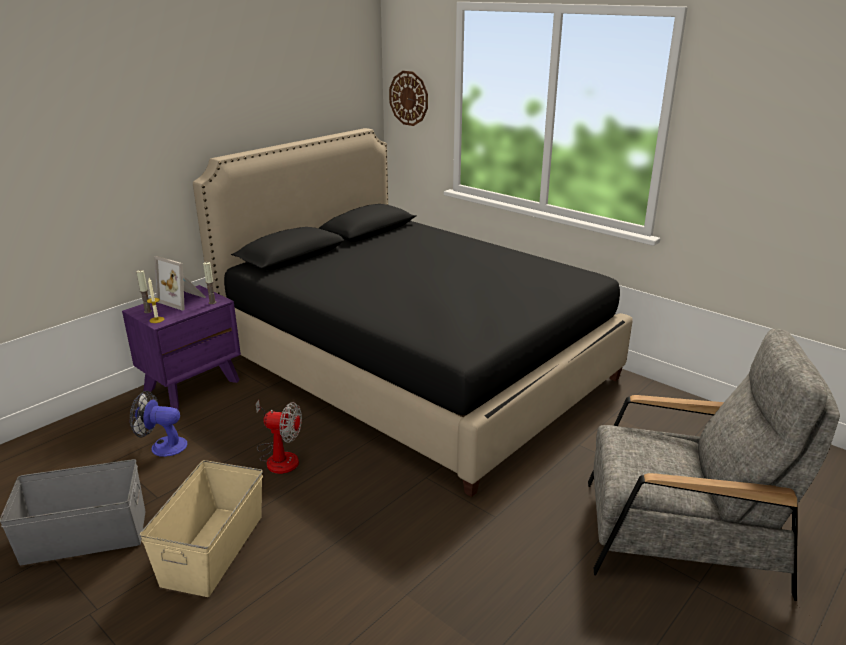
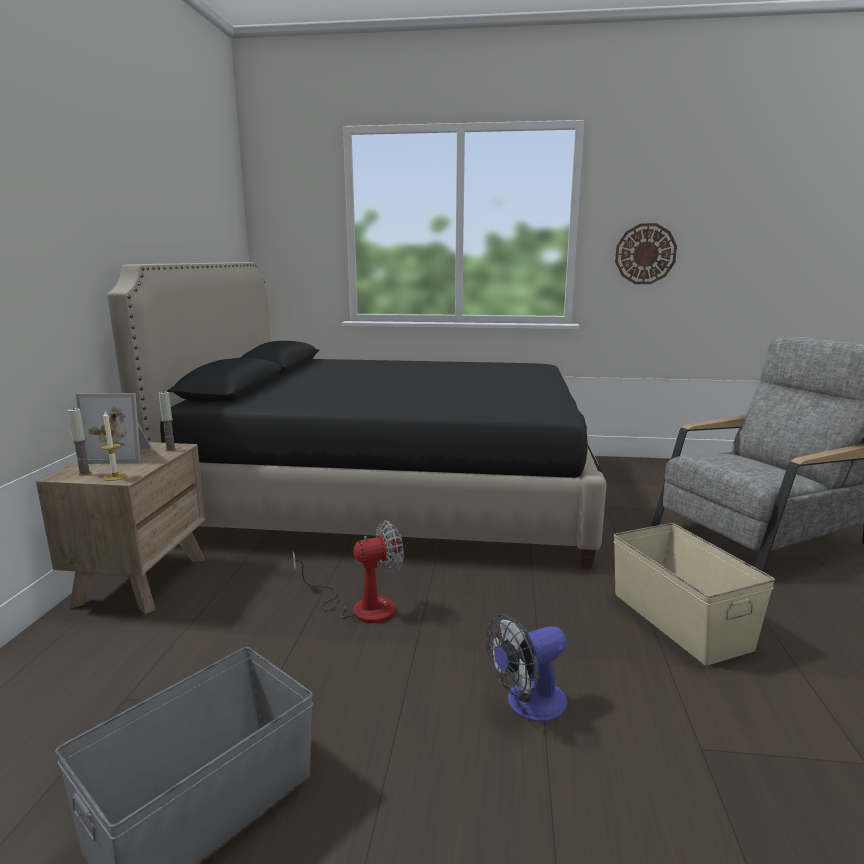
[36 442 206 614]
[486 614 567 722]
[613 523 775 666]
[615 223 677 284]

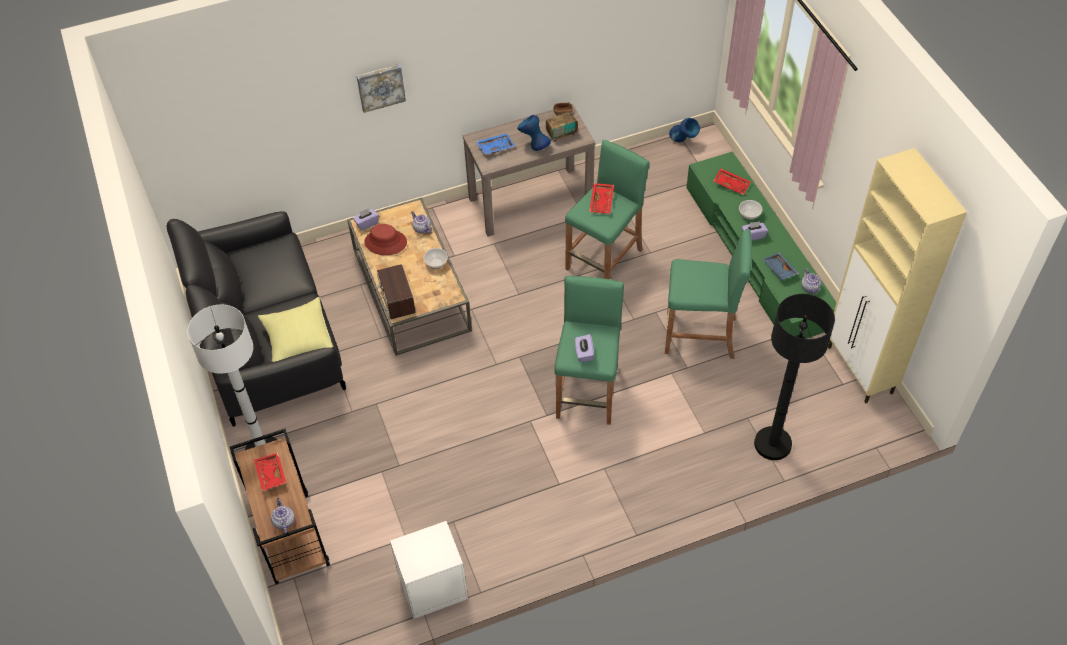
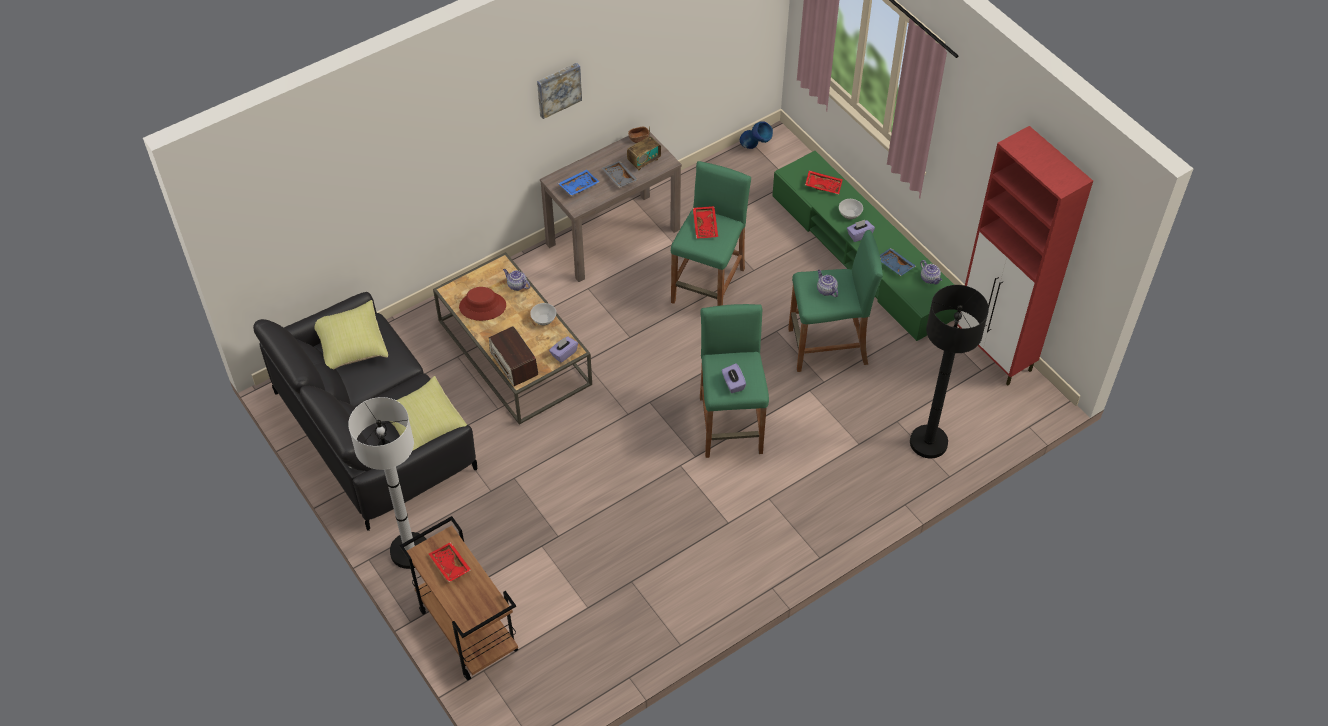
[314 300 388 369]
[537 63 582 119]
[549 336 578 363]
[602 161 638 188]
[817 270 838 297]
[957 126 1093 385]
[390 521 468 619] (first image)

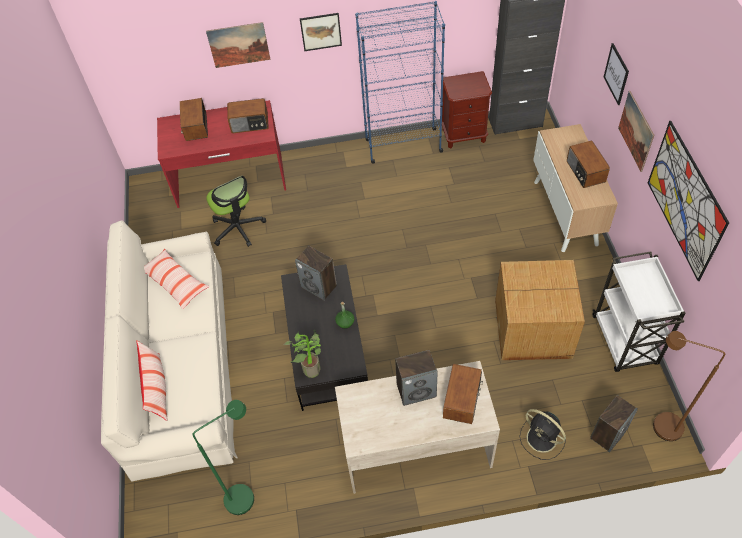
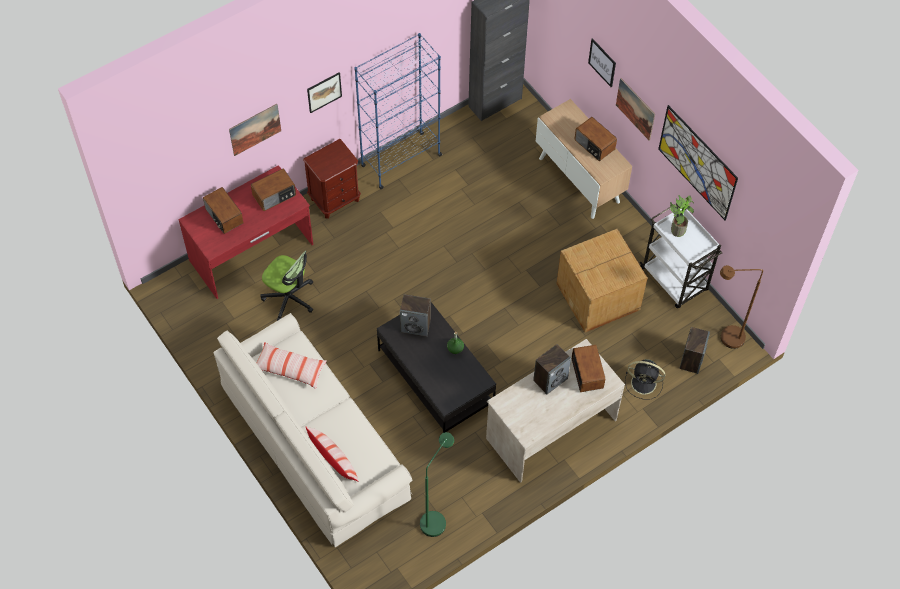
[303 139 361 219]
[670 195 694 237]

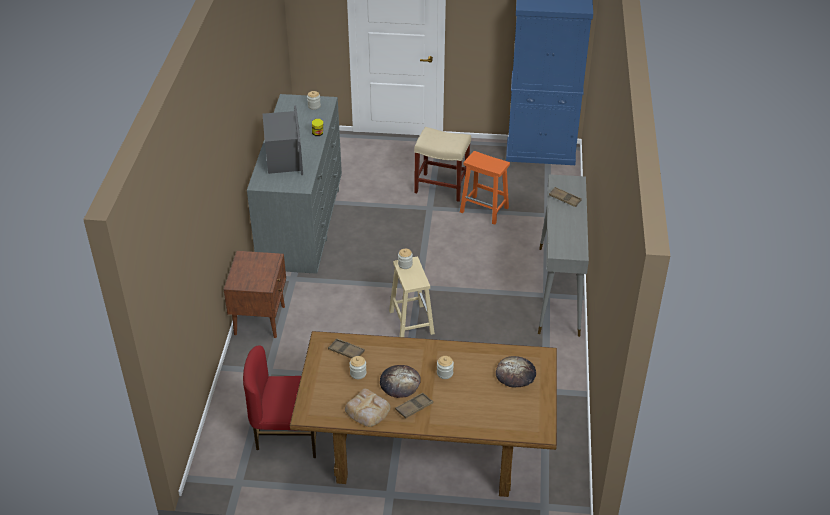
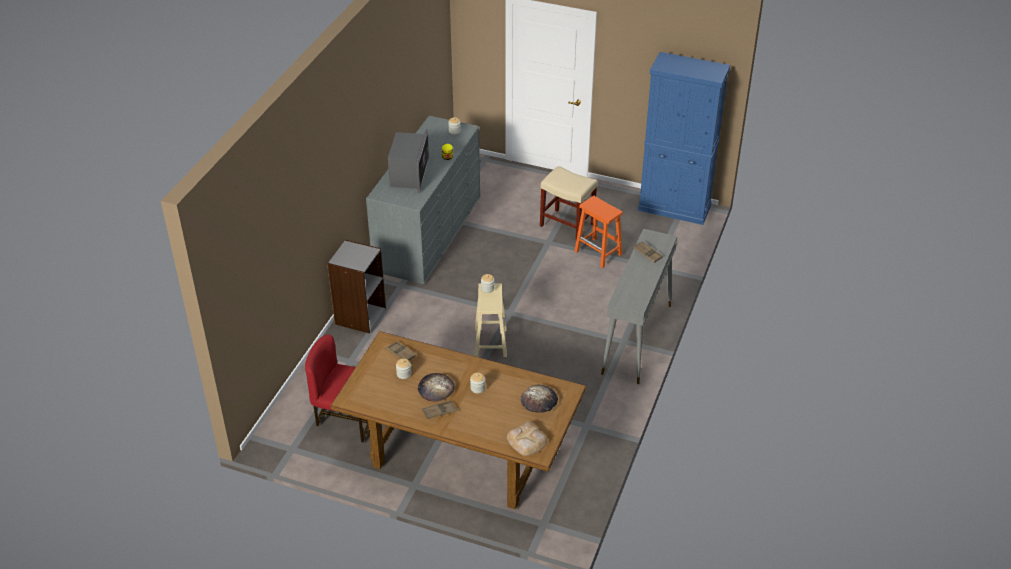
[327 240 386 333]
[507 421 548 456]

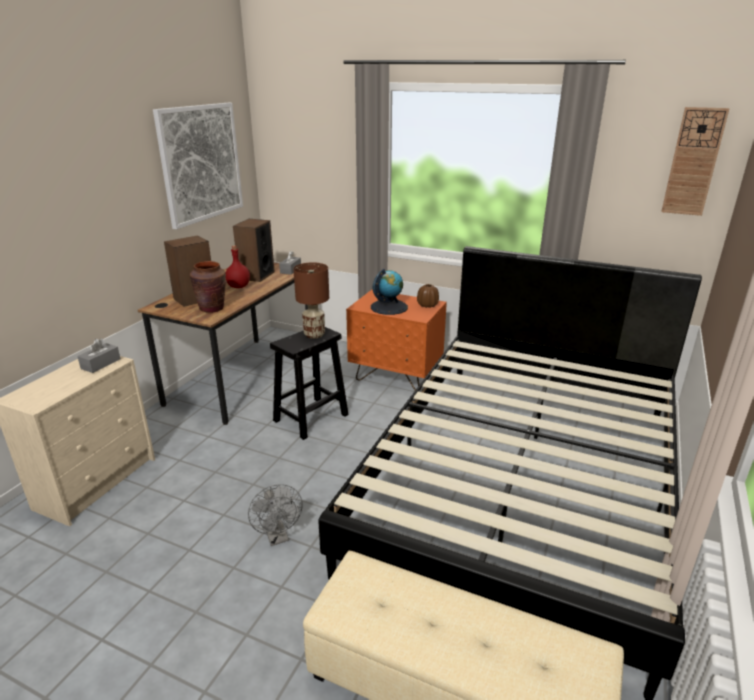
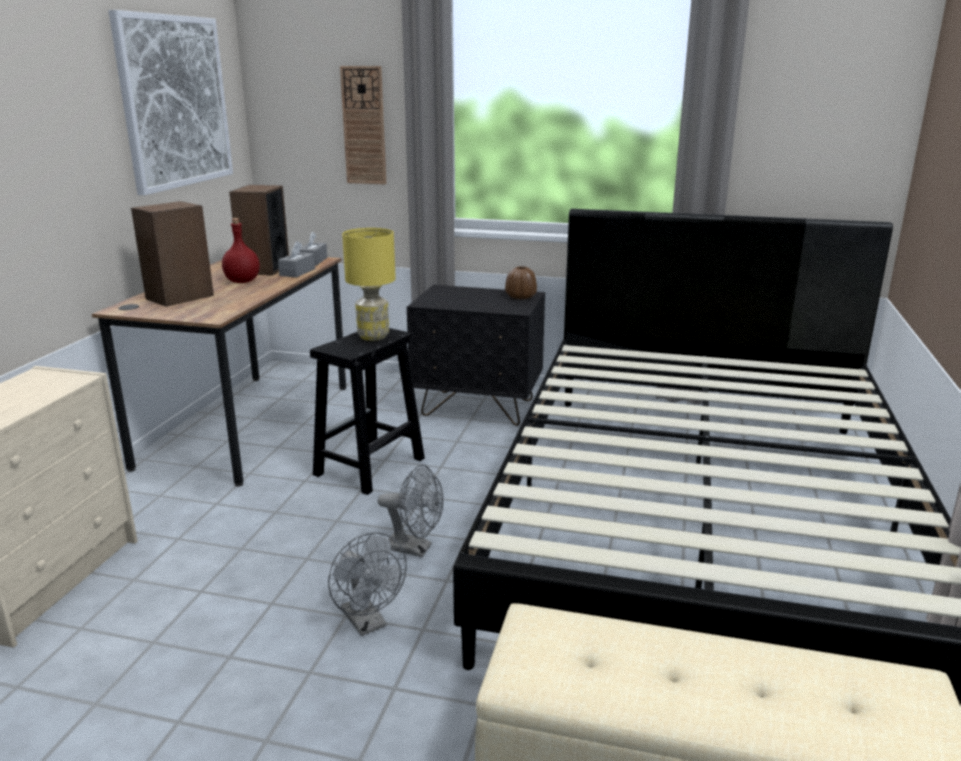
[278 241 315 278]
[340 66 386 184]
[342 228 396 341]
[378 464 443 557]
[407 285 545 426]
[190 261 226 313] (first image)
[371 269 408 315] (first image)

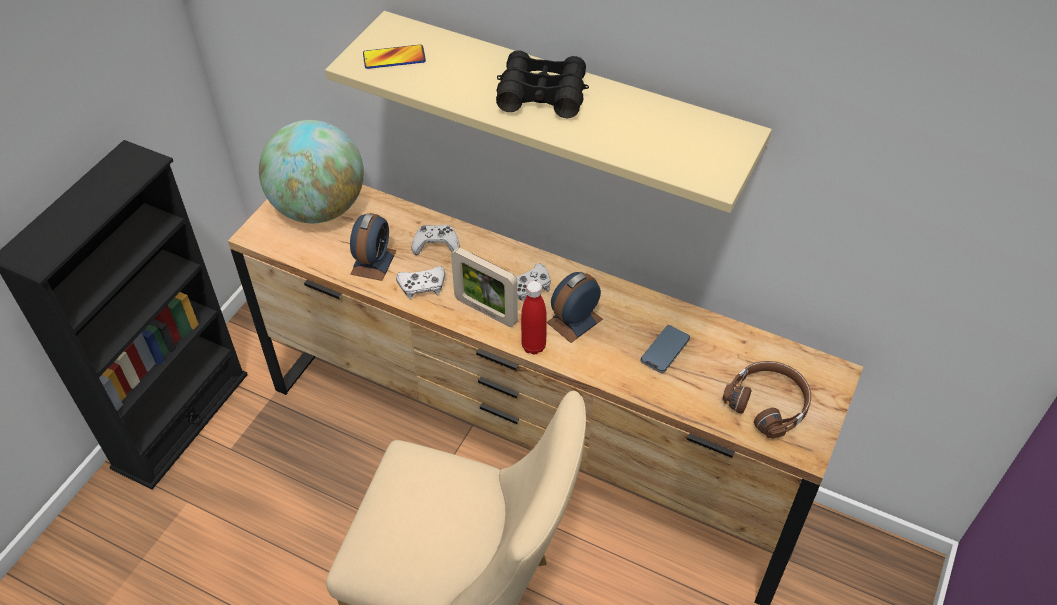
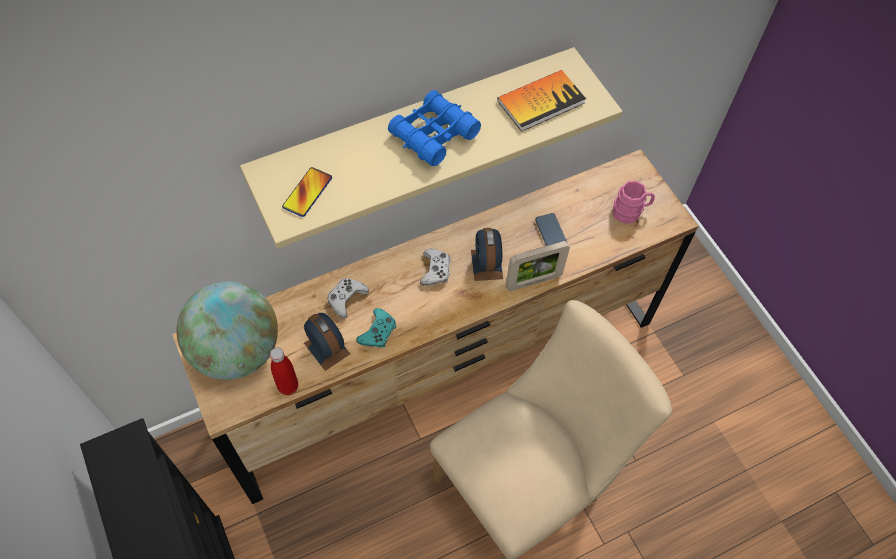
[270 347 298 395]
[356 308 396 348]
[388 90 481 166]
[497 70 586 132]
[506 241 570 291]
[613 181 655 224]

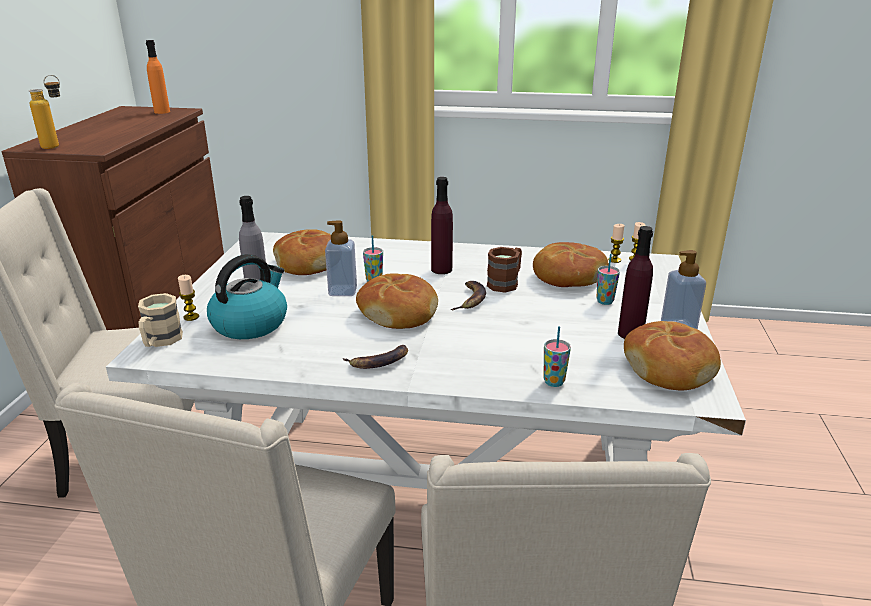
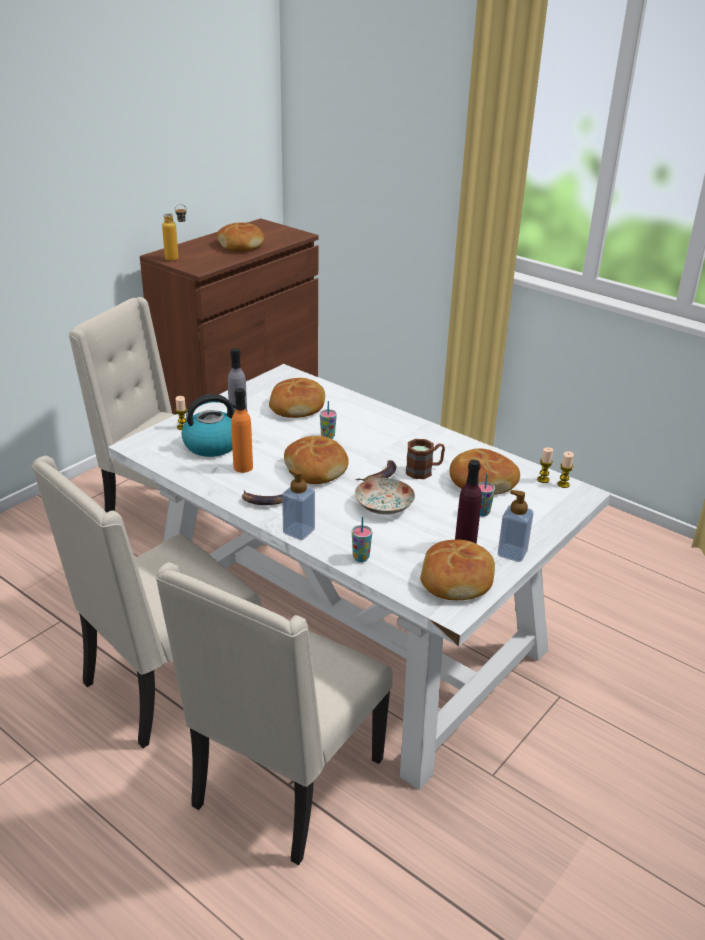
[217 222 264 252]
[231 388 253 473]
[282 469 315 540]
[355 478 415 515]
[138 293 183 347] (first image)
[431 177 453 274] (first image)

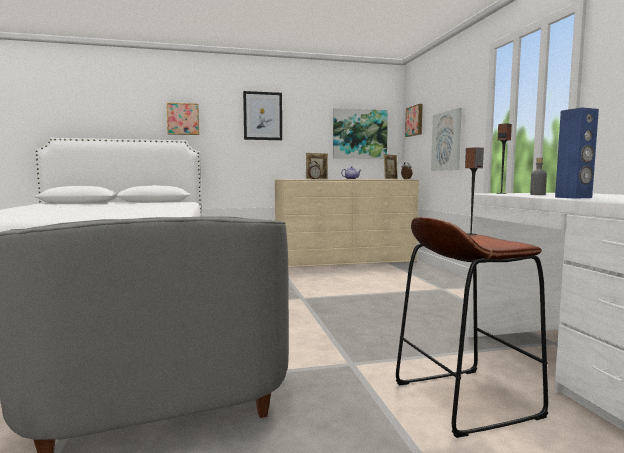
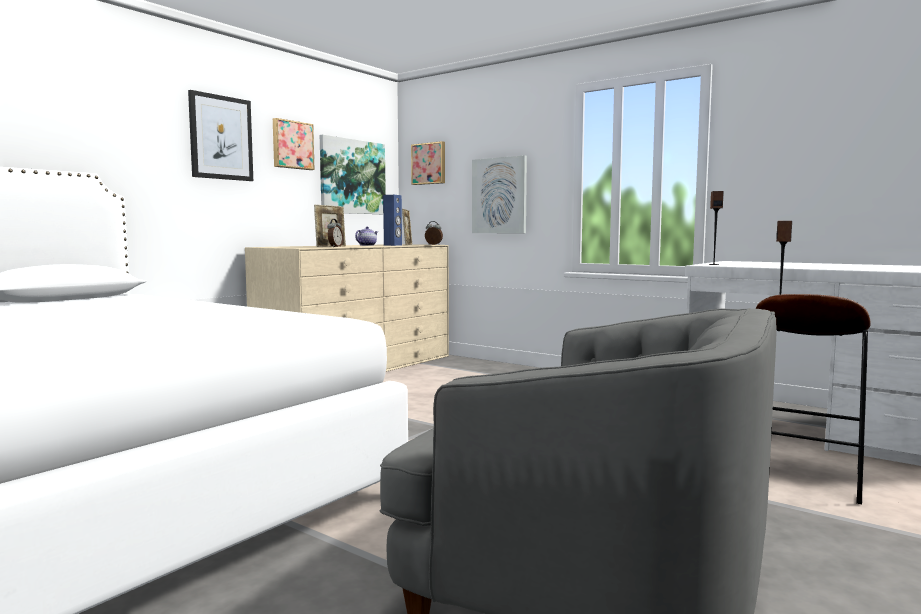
[273 118 315 170]
[383 195 402 246]
[530 158 547 195] (first image)

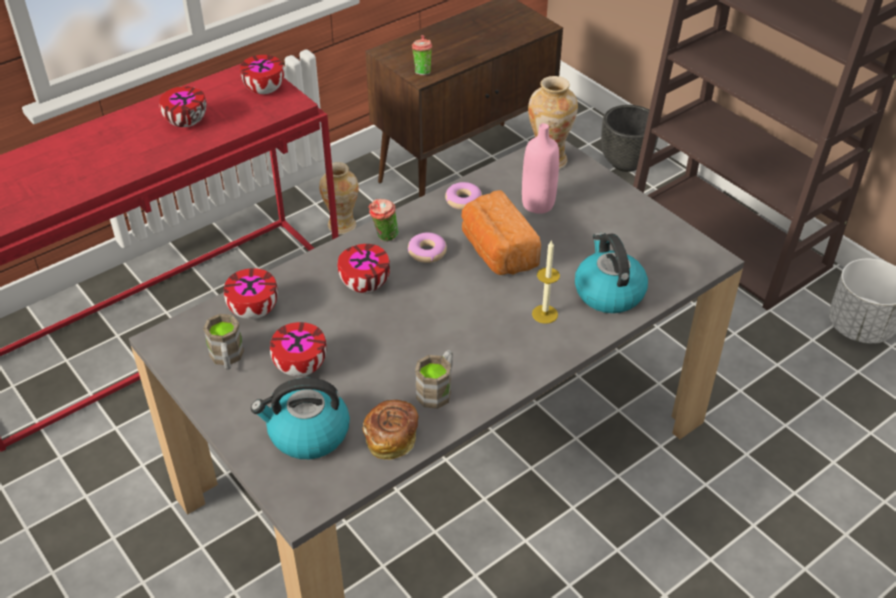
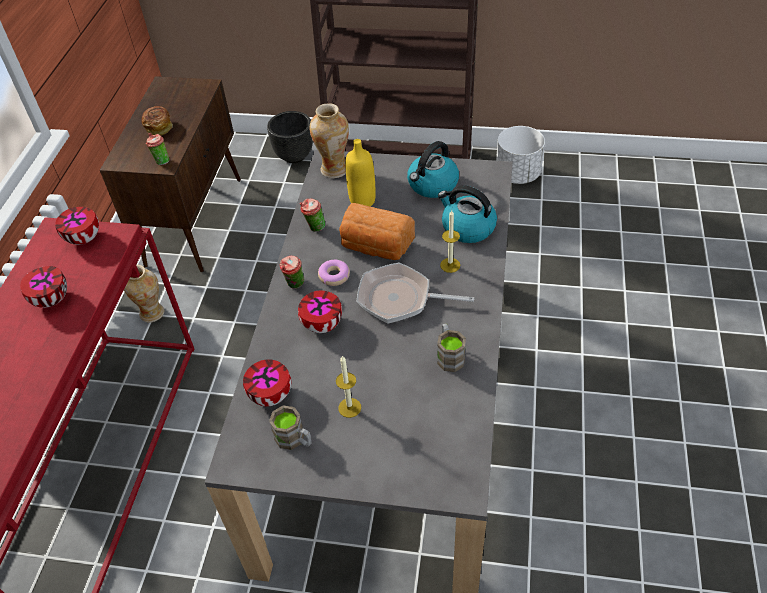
[141 106 173 136]
[300 198 326 232]
[336 356 361 418]
[345 139 376 206]
[357 263 474 323]
[407 141 459 198]

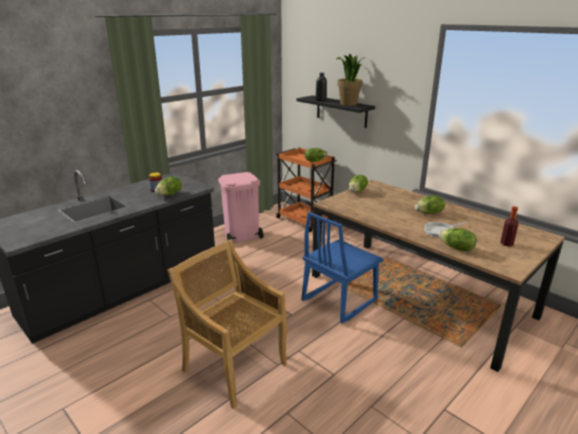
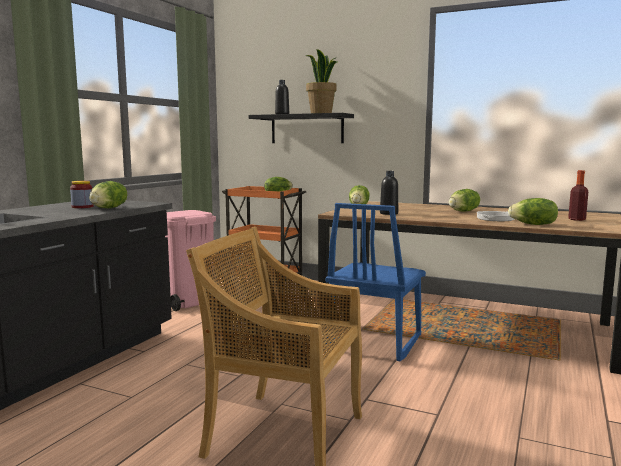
[380 171 398 215]

